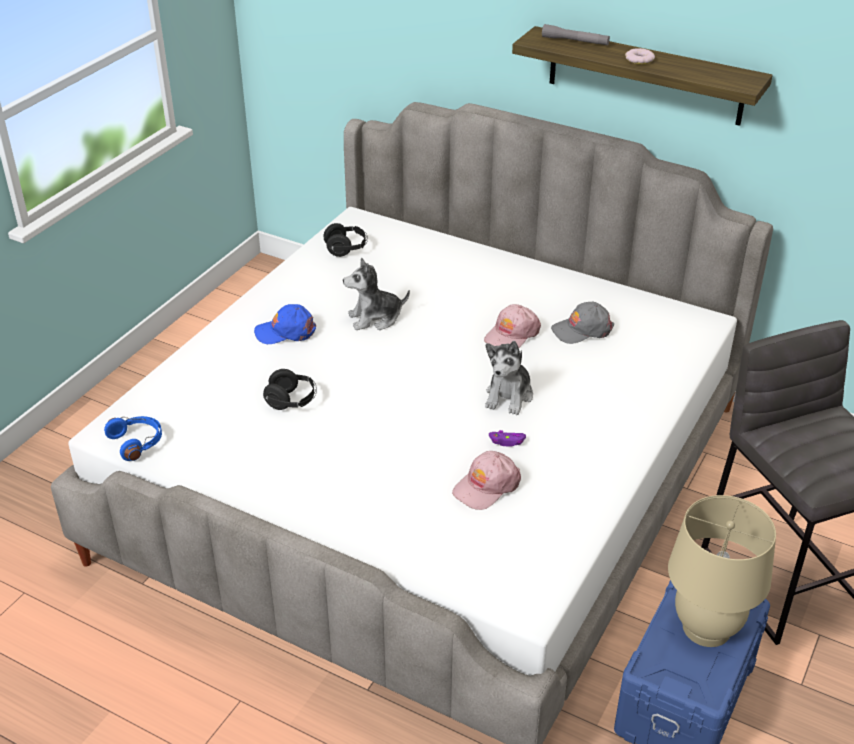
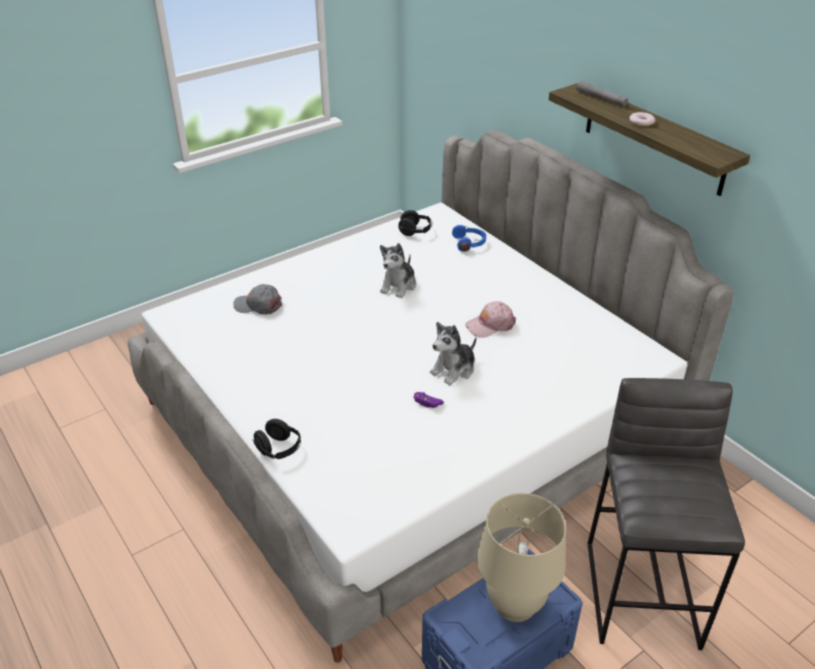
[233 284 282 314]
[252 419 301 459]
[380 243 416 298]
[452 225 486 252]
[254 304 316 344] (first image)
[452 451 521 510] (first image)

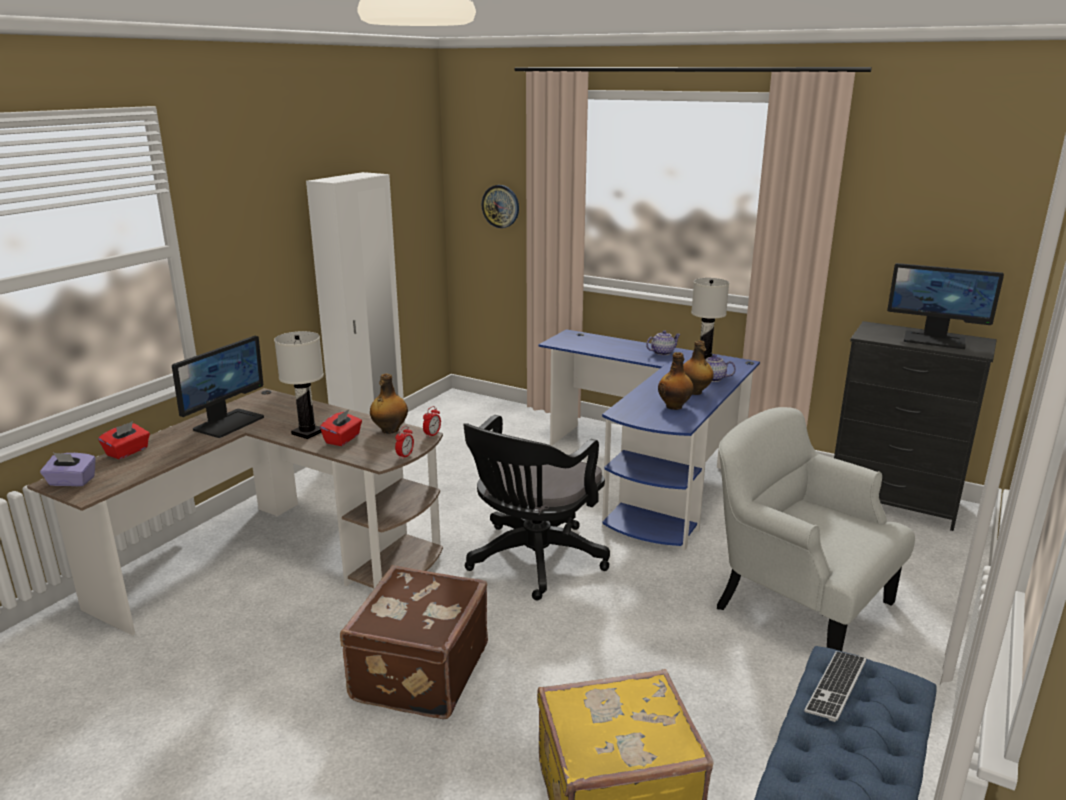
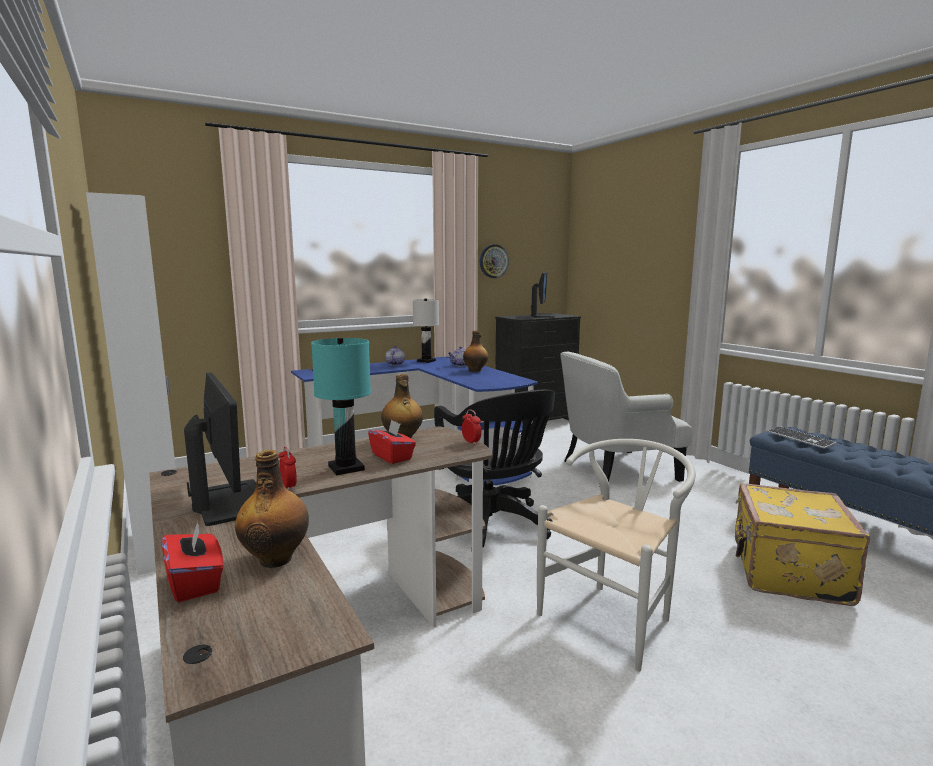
[235 450 309 568]
[278 446 297 490]
[311 338 371 475]
[480 244 509 278]
[531 272 556 318]
[537 439 696 672]
[40 453 96 486] (first image)

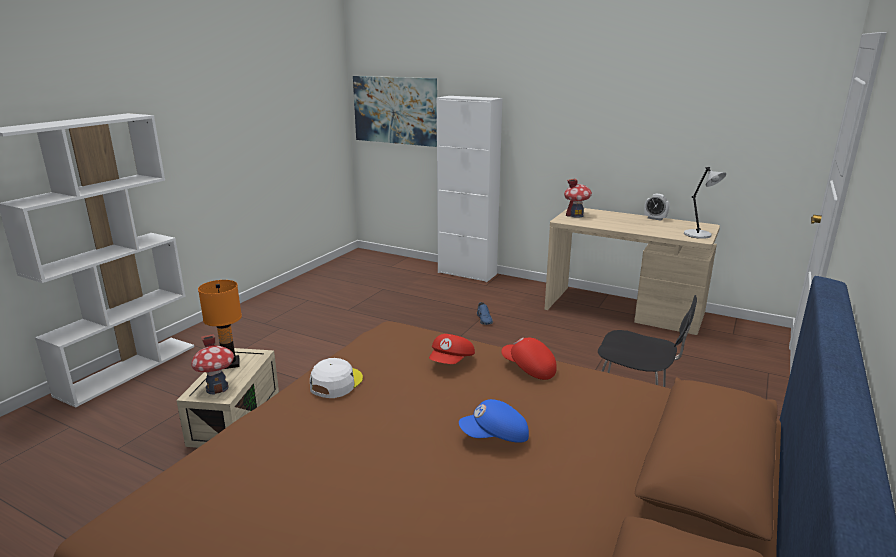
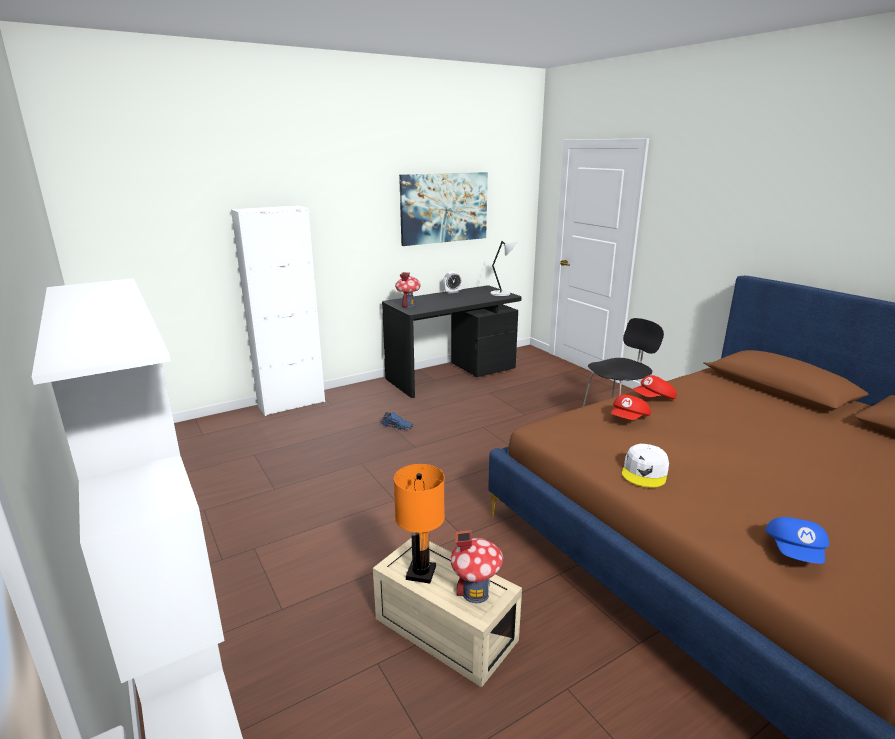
[382 286 521 398]
[399 172 488 246]
[611 395 651 420]
[622 444 669 487]
[765 517 829 564]

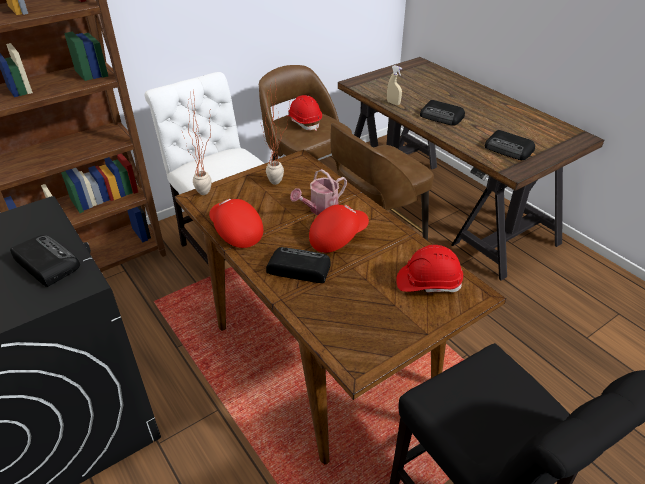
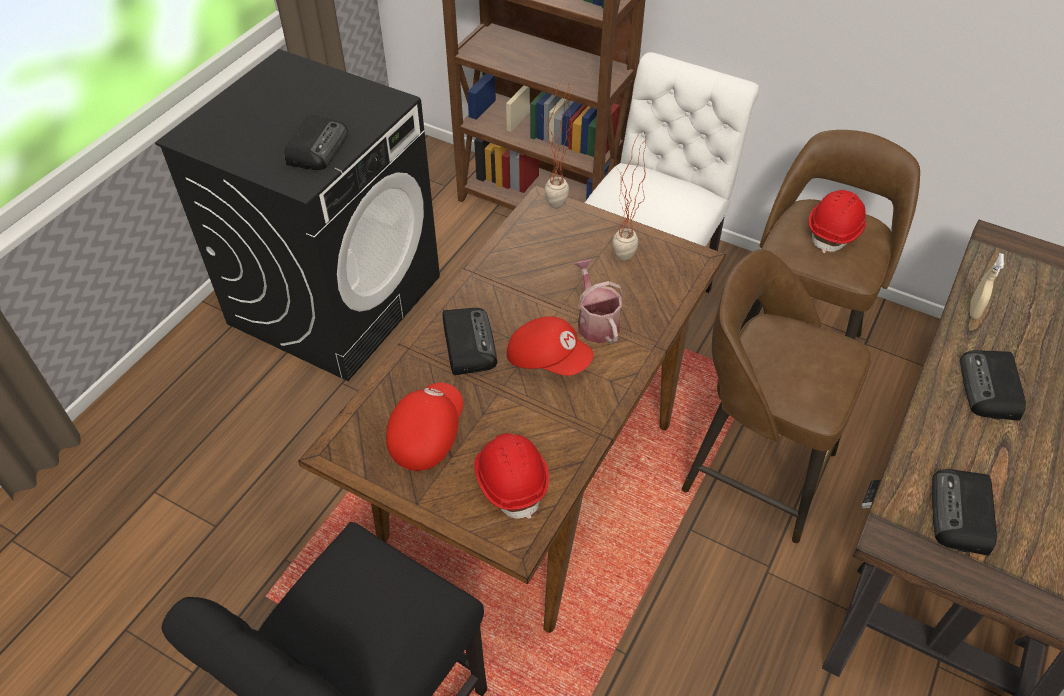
[386 383 463 471]
[573 259 624 344]

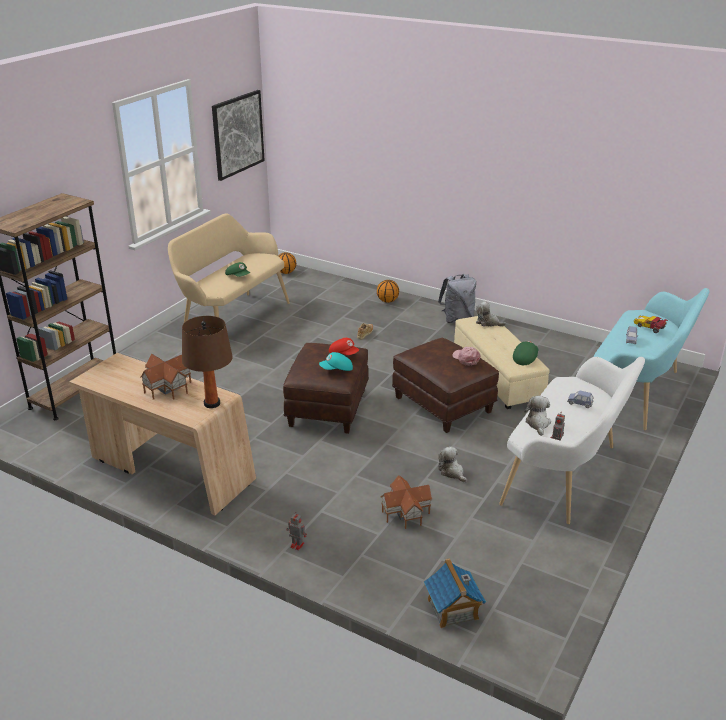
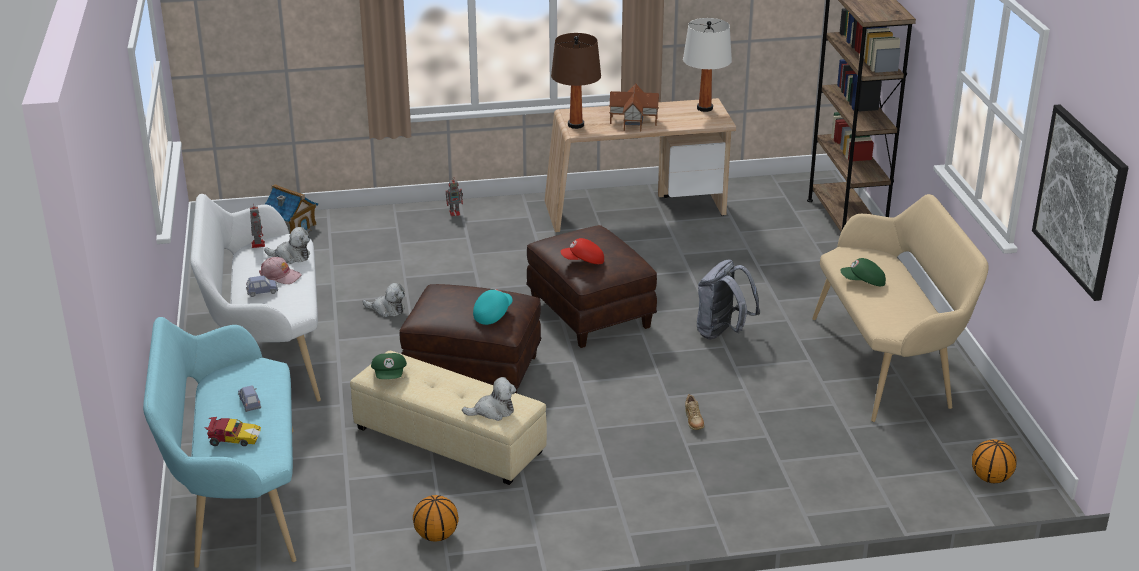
[259 257 302 284]
[264 227 310 264]
[413 495 459 542]
[473 289 513 325]
[683 18 732 112]
[697 259 760 339]
[380 475 432 529] (first image)

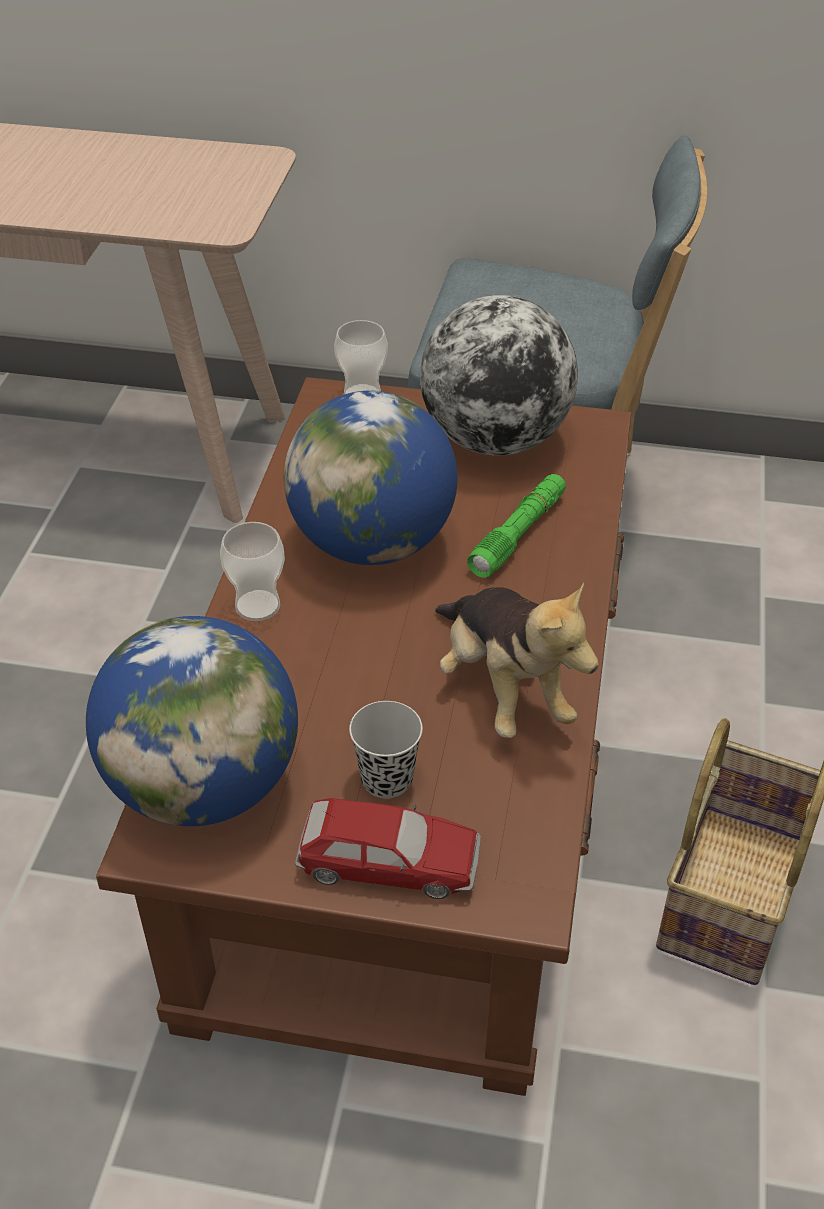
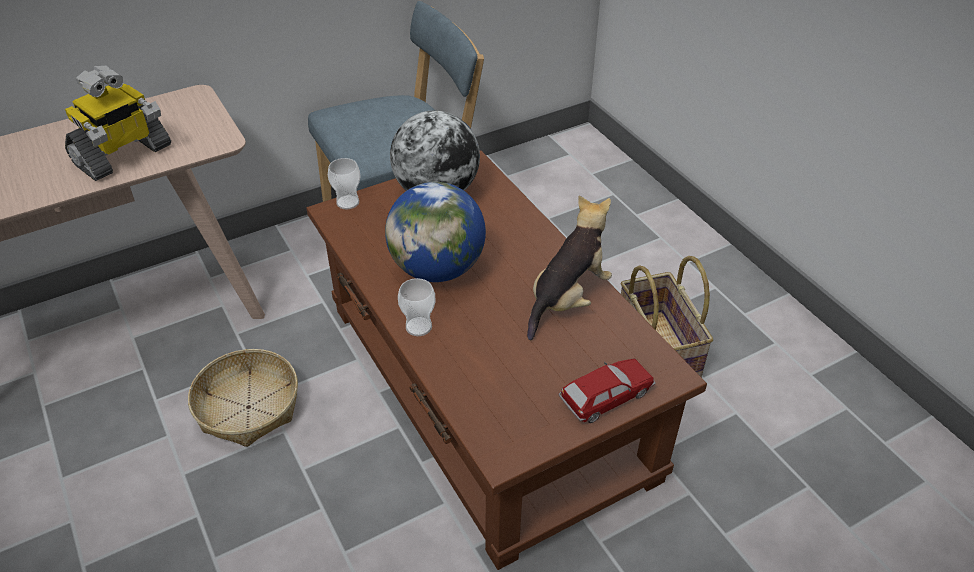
[65 65 171 181]
[188 349 298 447]
[527 196 612 340]
[86 616 298 826] (first image)
[349 701 423 799] (first image)
[467 474 566 578] (first image)

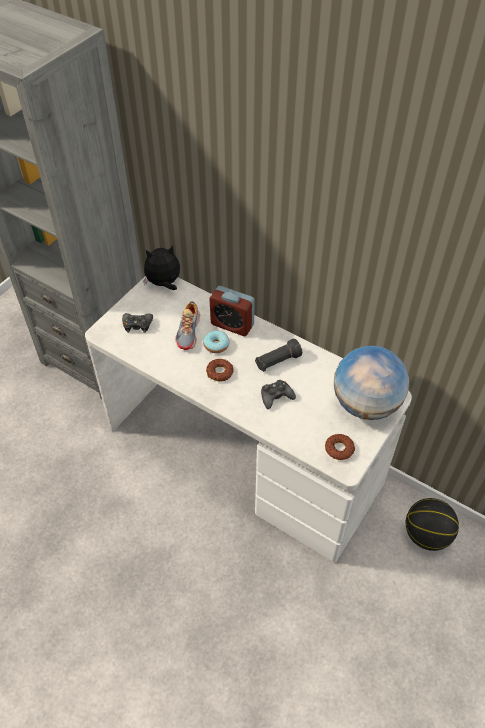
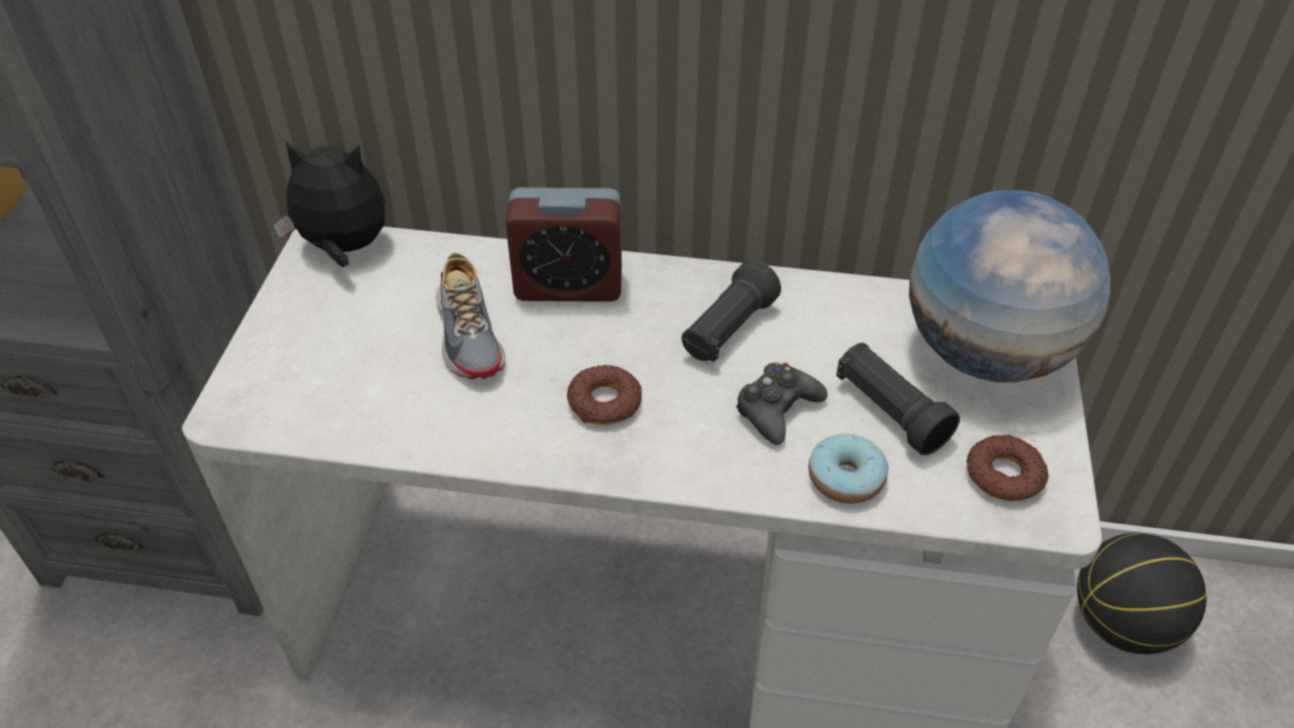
[273 140 385 267]
[809 434 889 504]
[836 343 960 455]
[122 313 153 333] (first image)

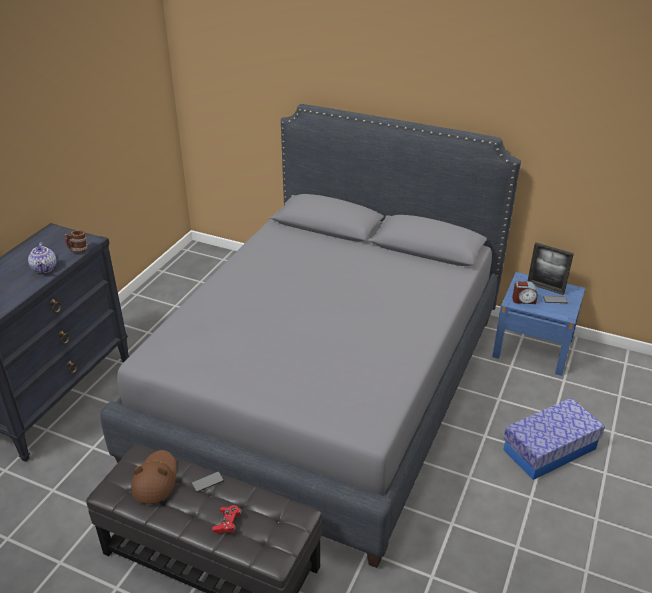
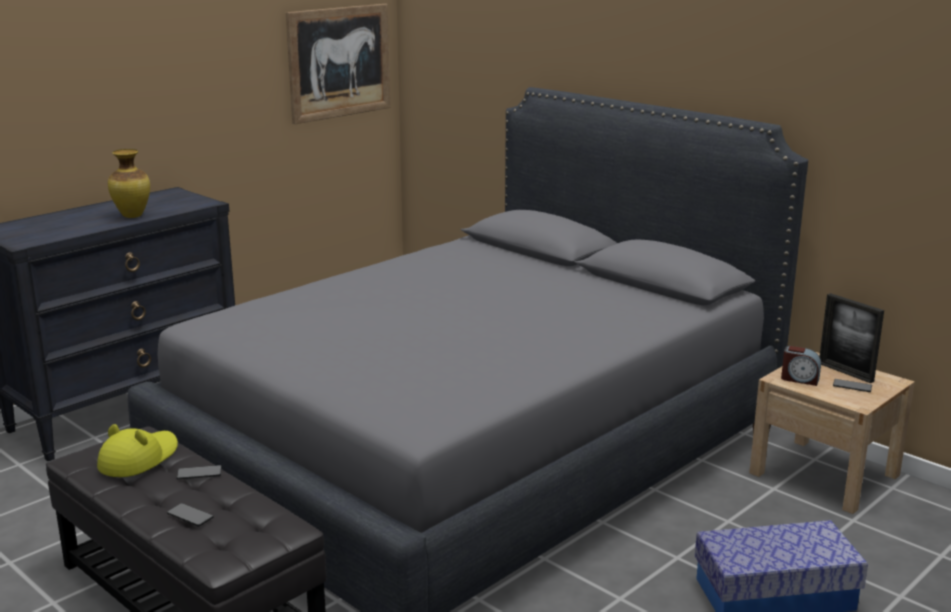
[97 424 178 477]
[108 149 150 218]
[167 503 213 527]
[286 4 390 124]
[749 352 915 514]
[65 230 88 253] (first image)

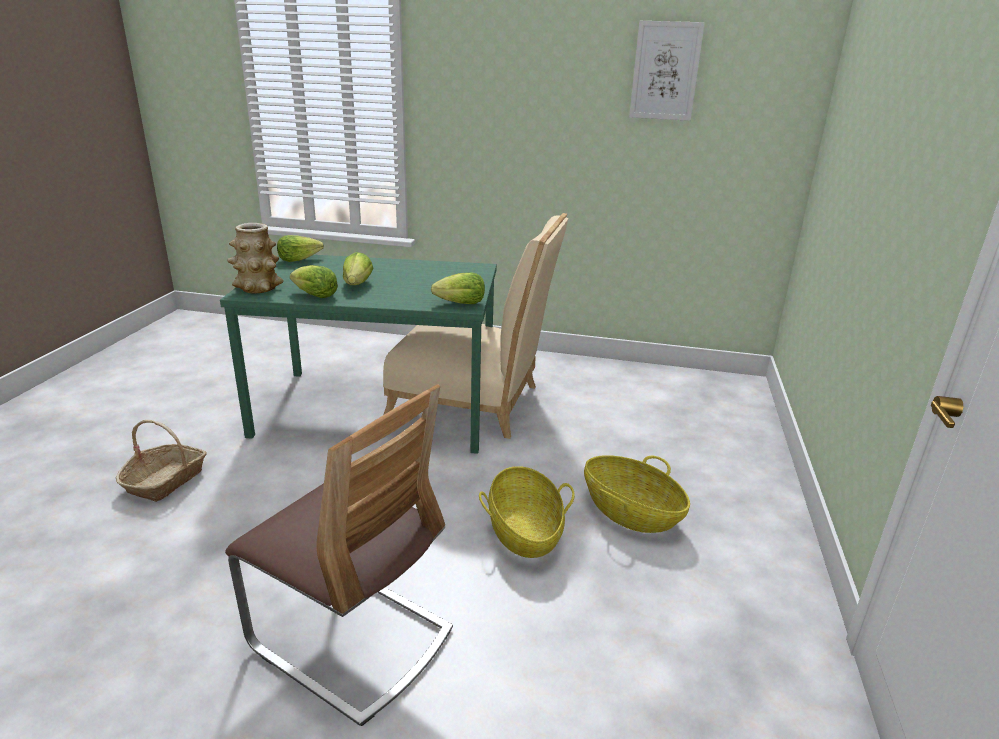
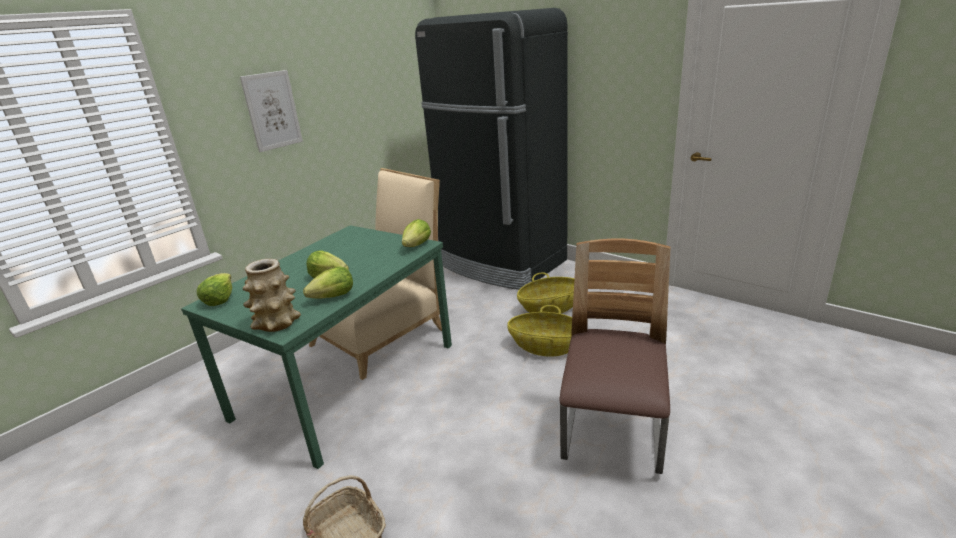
[240 70 303 152]
[415 8 568 290]
[559 239 670 474]

